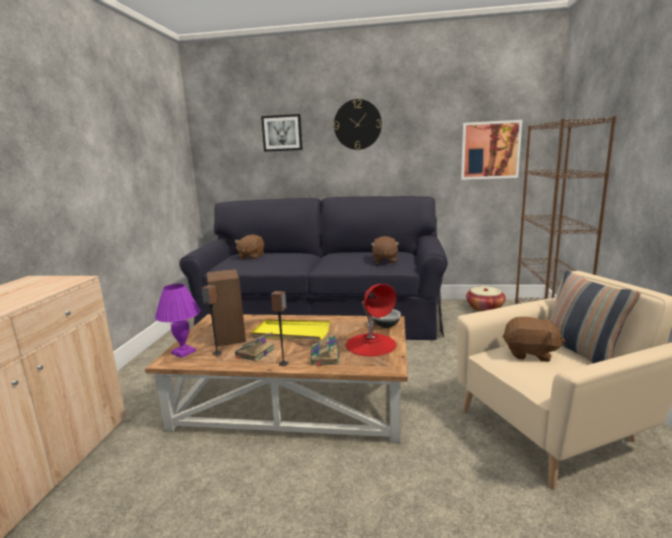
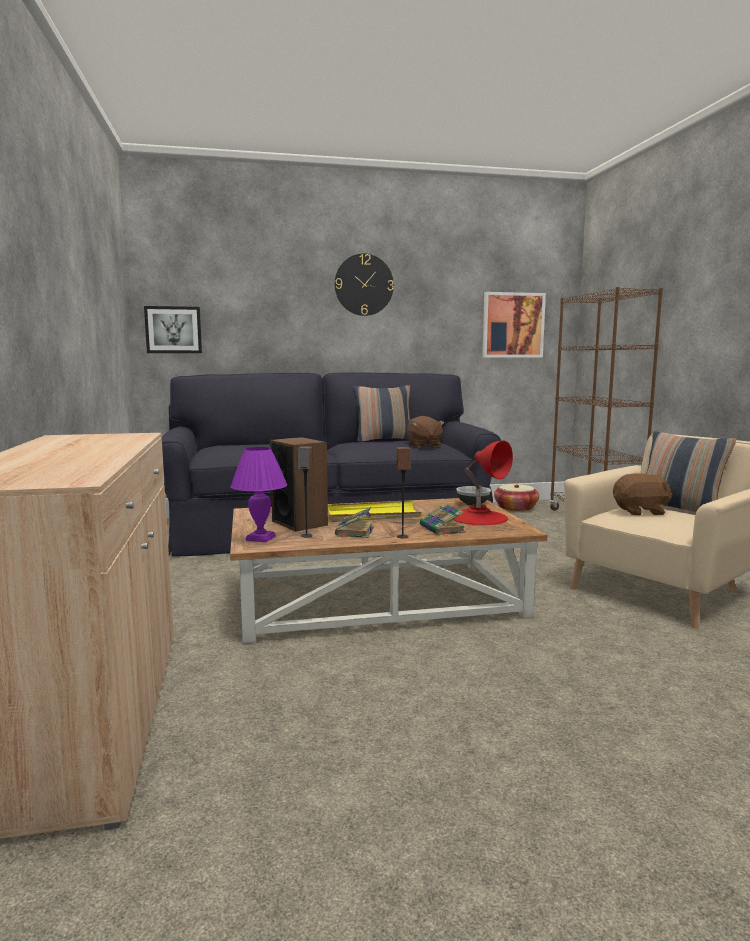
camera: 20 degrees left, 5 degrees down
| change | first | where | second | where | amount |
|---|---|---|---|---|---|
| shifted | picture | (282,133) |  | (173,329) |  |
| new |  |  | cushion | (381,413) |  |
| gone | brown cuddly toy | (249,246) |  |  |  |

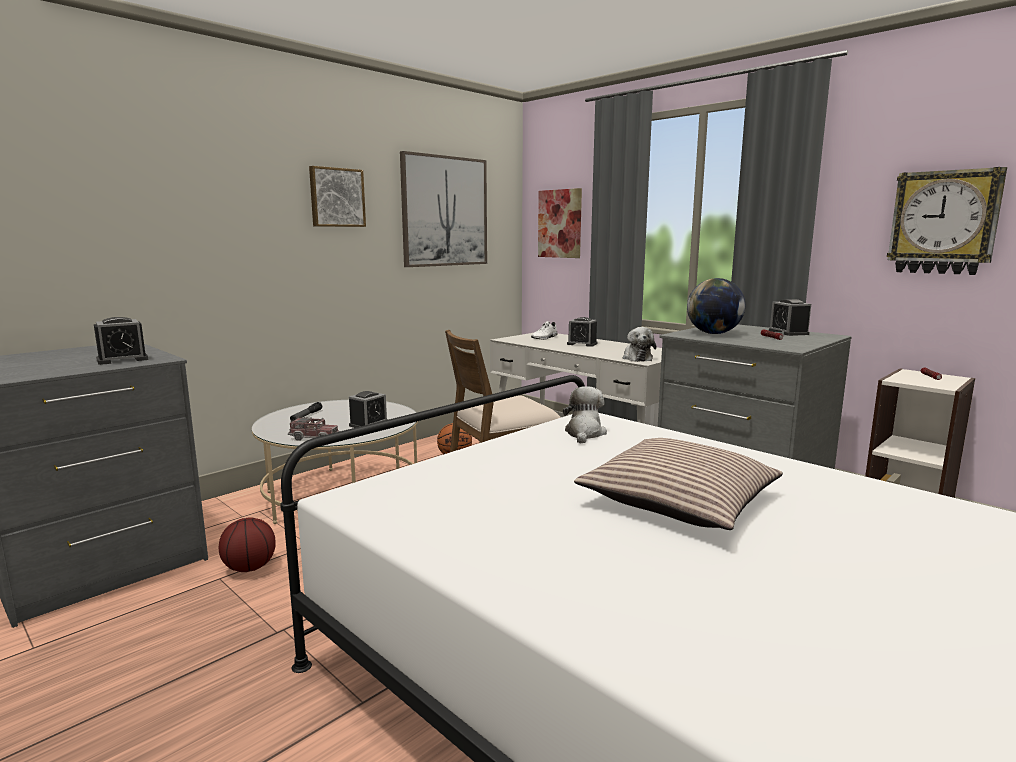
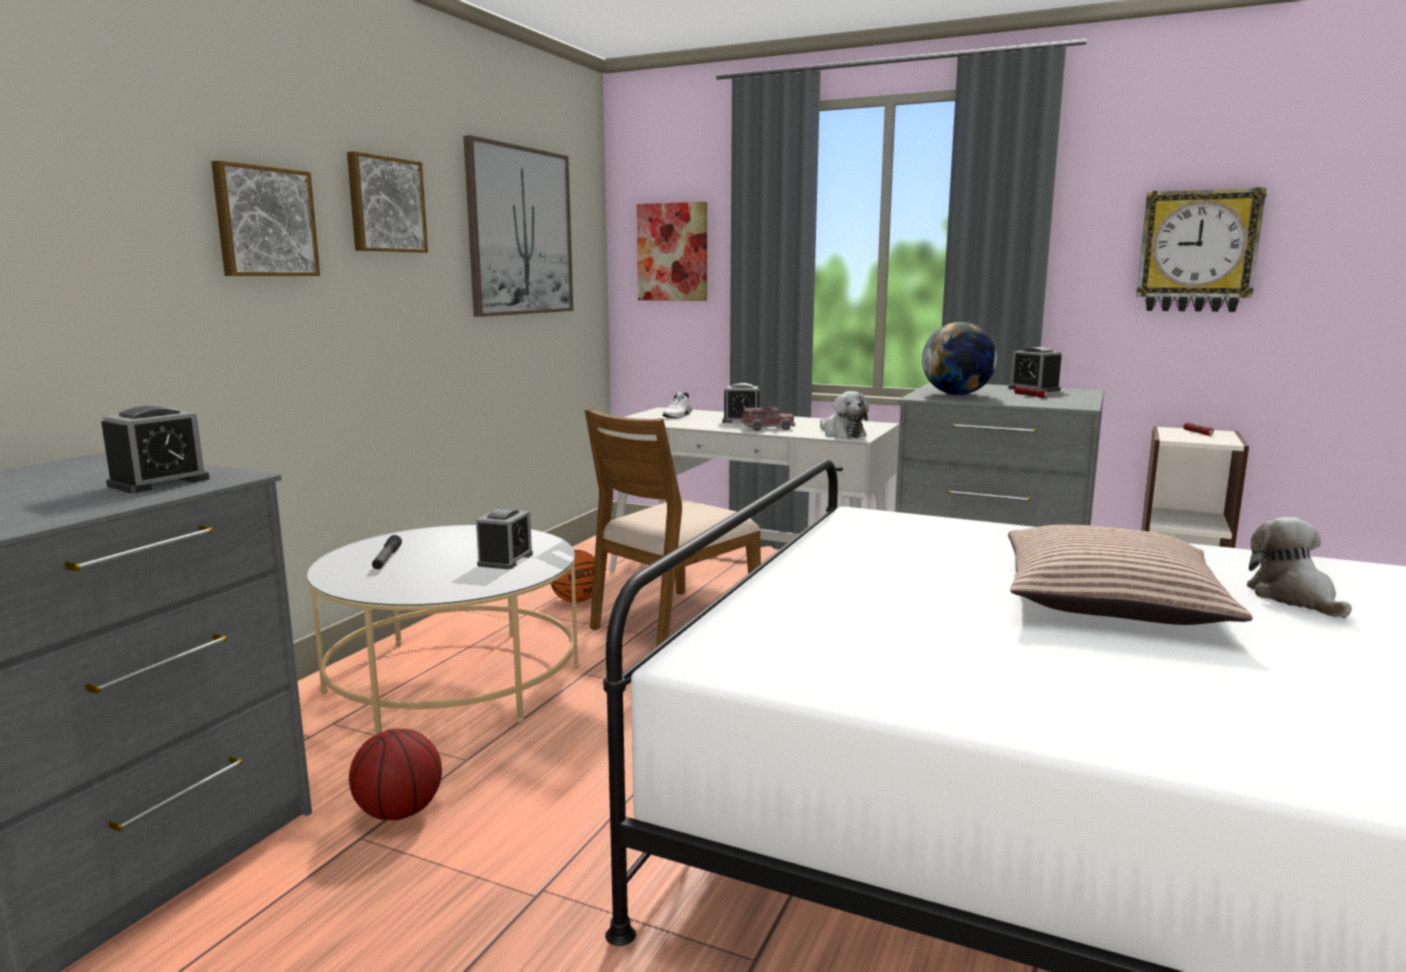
camera: 20 degrees left, 0 degrees up
| change | first | where | second | where | amount |
|---|---|---|---|---|---|
| new |  |  | picture | (265,218) |  |
| shifted | toy truck | (314,429) |  | (767,418) |  |
| shifted | cuddly toy | (585,415) |  | (1299,567) |  |

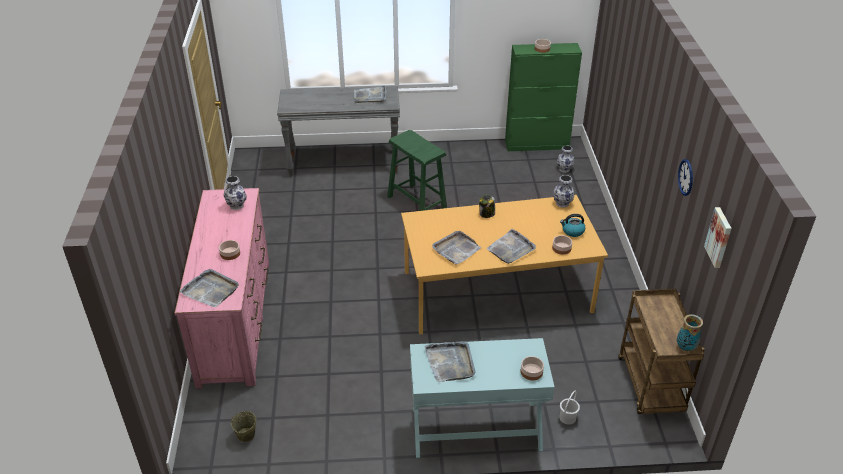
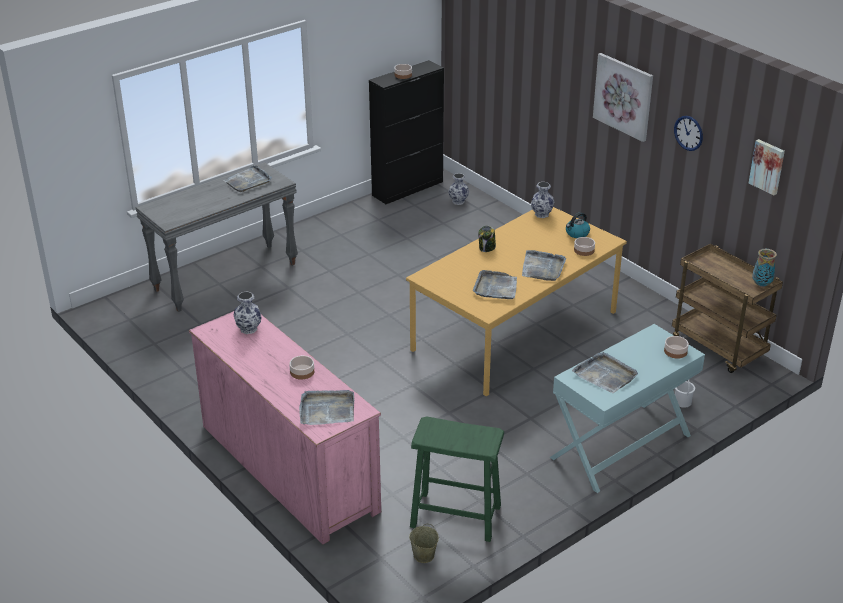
camera: 35 degrees left, 5 degrees down
| change | first | where | second | where | amount |
|---|---|---|---|---|---|
| repainted | green-coloured cupboard | (543,97) | blackish cupboard | (406,132) |  |
| shifted | green-coloured sitting stool | (417,170) |  | (457,479) |  |
| new |  |  | picture | (623,97) |  |

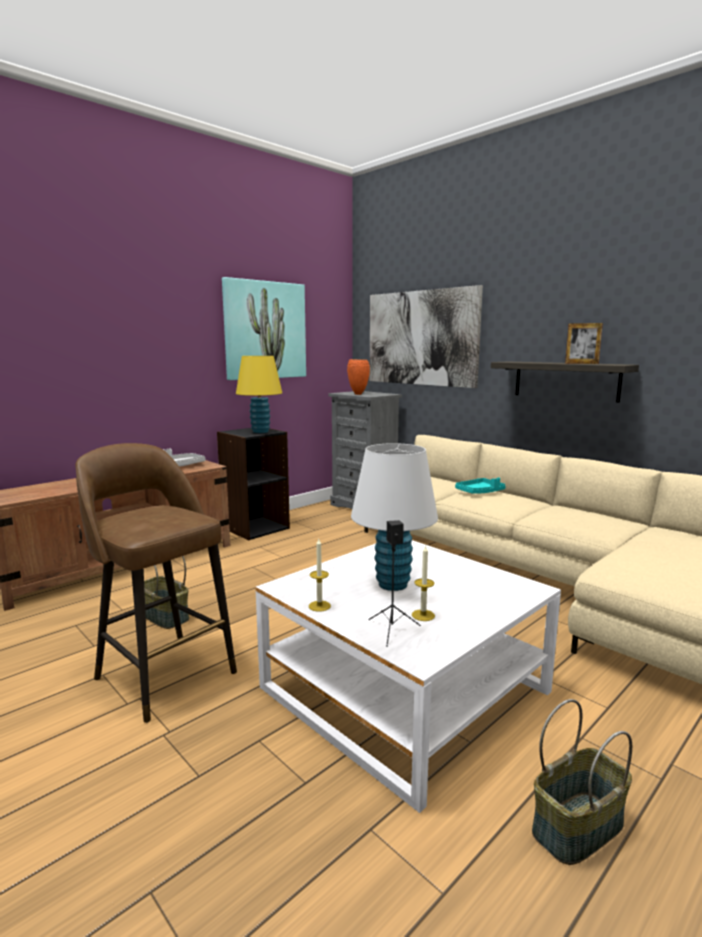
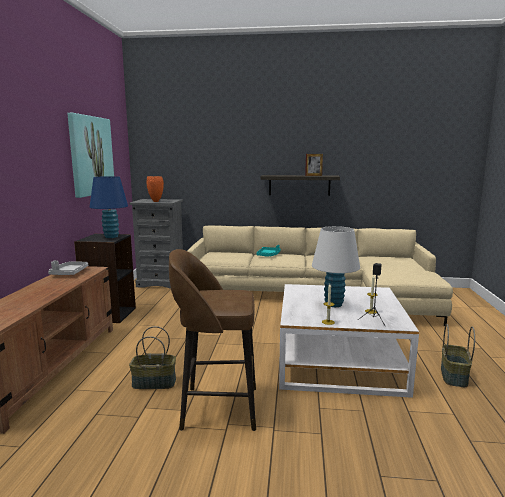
camera: 40 degrees left, 0 degrees up
| change | first | where | second | where | amount |
|---|---|---|---|---|---|
| repainted | yellow-coloured table lamp | (259,394) | blue table lamp | (108,207) |  |
| gone | picture | (426,336) |  |  |  |

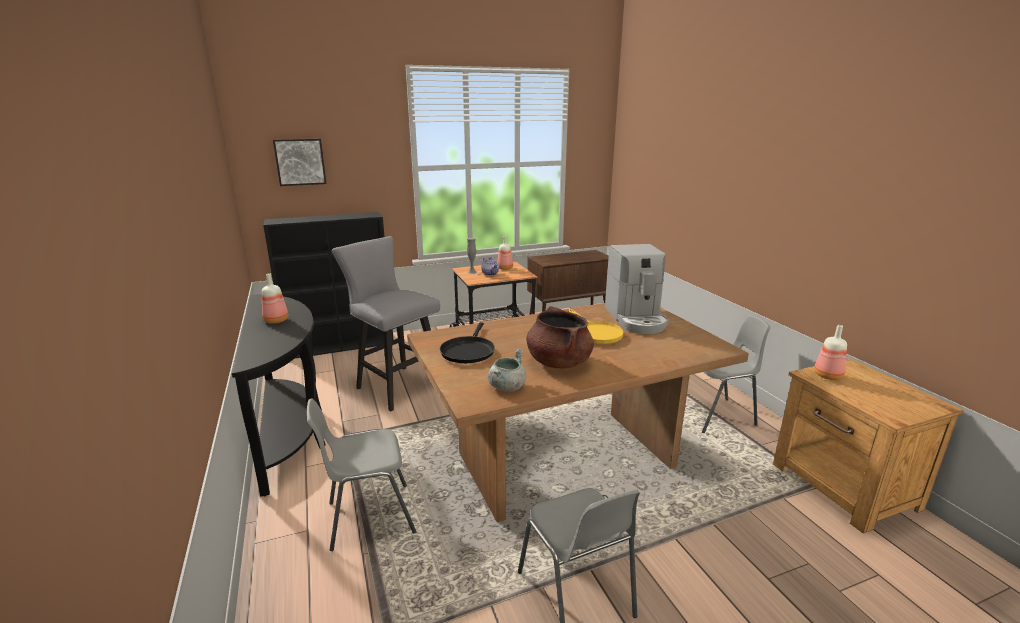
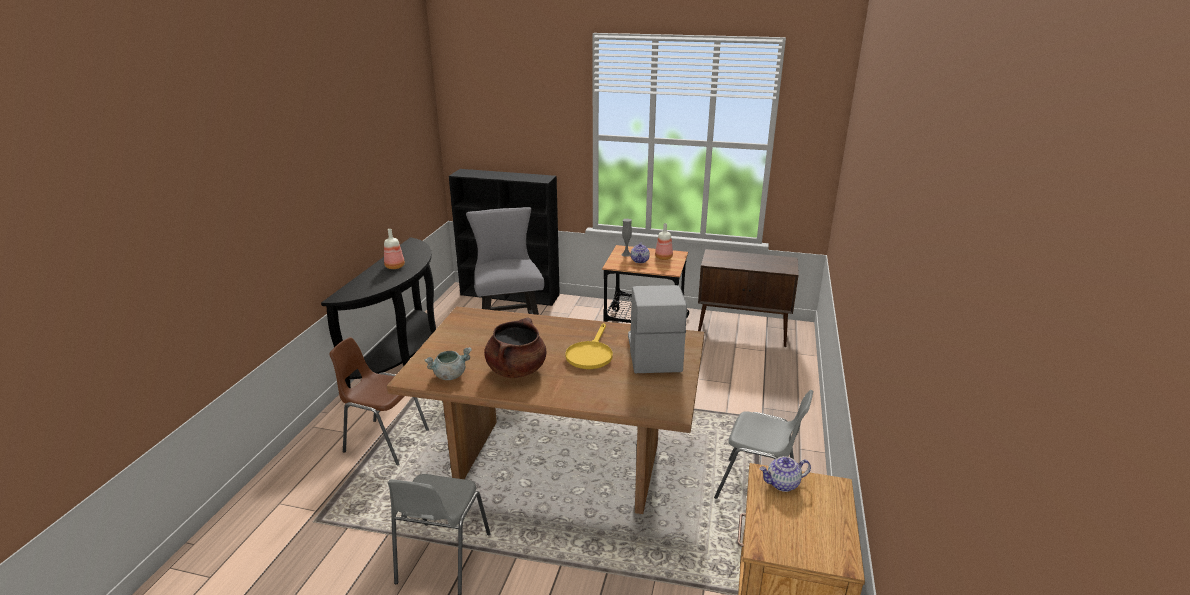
camera: 35 degrees right, 5 degrees up
| change | first | where | second | where | amount |
|---|---|---|---|---|---|
| repainted | gray plain chair | (362,474) | brown plain chair | (379,401) |  |
| rotated | coffee machine | (637,289) |  | (657,329) | 150 degrees clockwise |
| swapped | drink bottle | (830,352) | teapot | (785,474) |  |
| gone | picture | (299,162) |  |  |  |
| gone | blackish skillet | (467,342) |  |  |  |

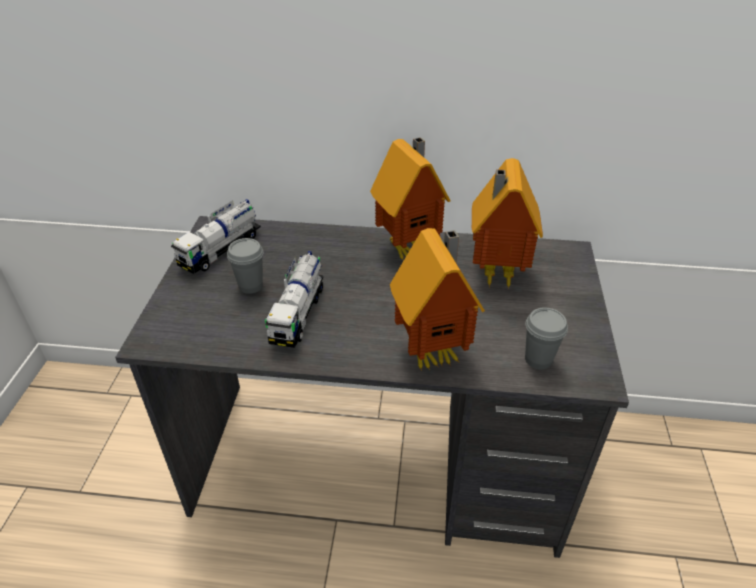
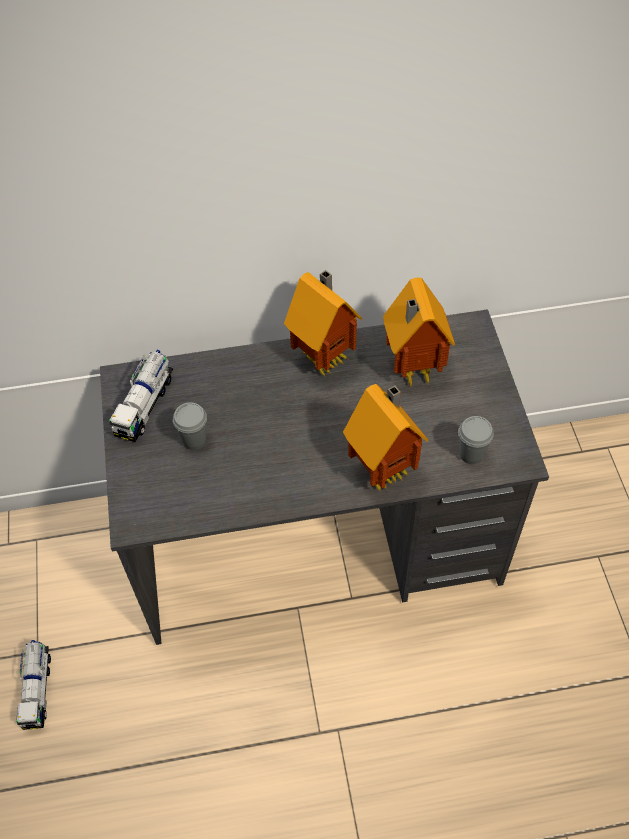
camera: 15 degrees left, 15 degrees up
| change | first | where | second | where | amount |
|---|---|---|---|---|---|
| shifted | toy truck | (294,299) |  | (33,685) |  |

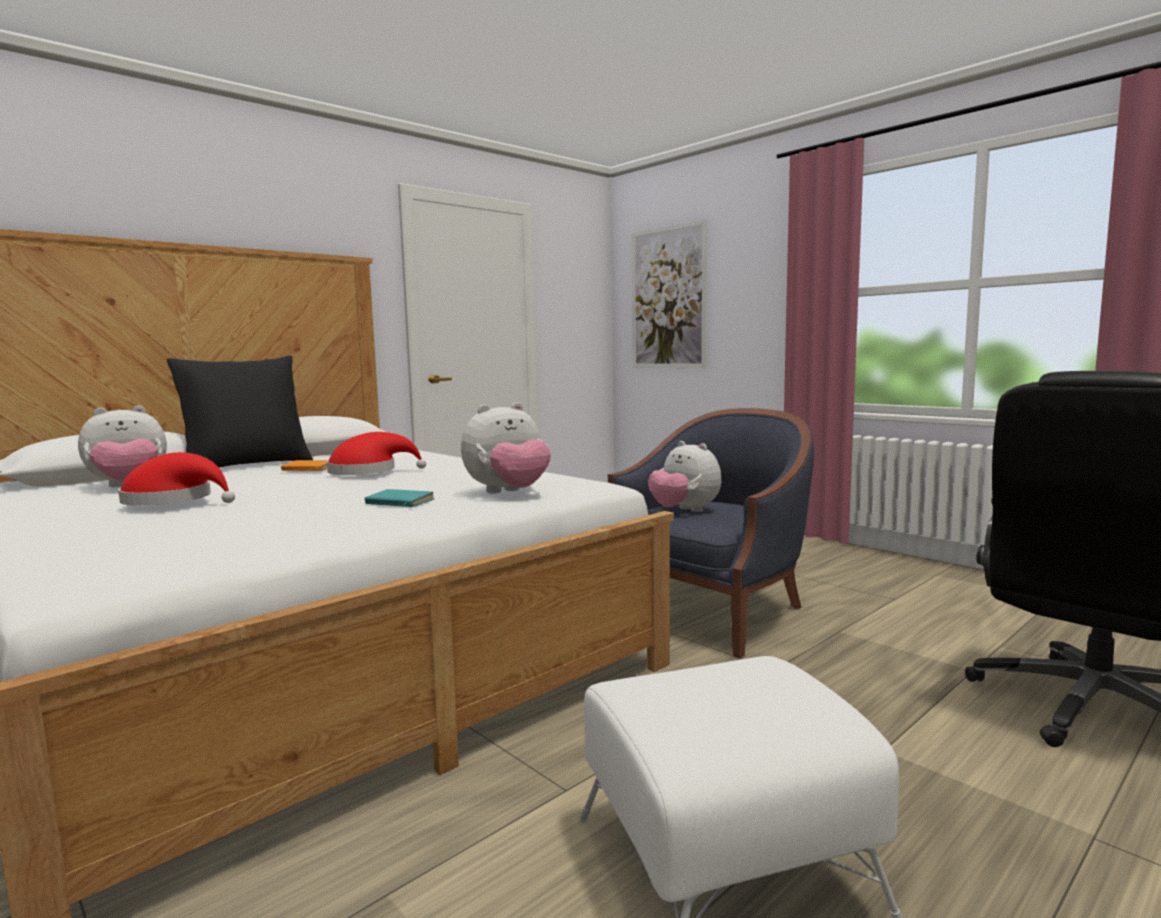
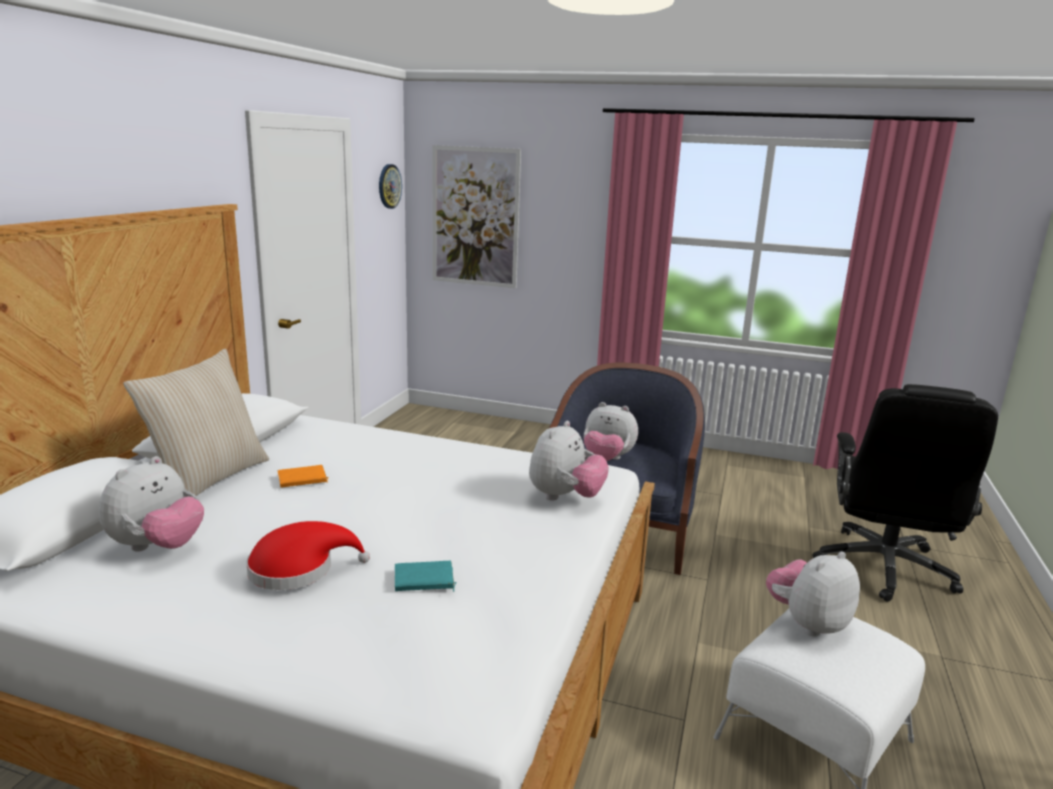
camera: 30 degrees left, 10 degrees up
| change | first | where | second | where | amount |
|---|---|---|---|---|---|
| repainted | blackish cushion | (240,411) | beige cushion | (196,422) |  |
| new |  |  | clock on the wall | (390,186) |  |
| shifted | turquoise book | (400,498) |  | (425,576) |  |
| new |  |  | cuddly toy | (813,594) |  |
| gone | red-coloured wearable hat | (376,453) |  |  |  |

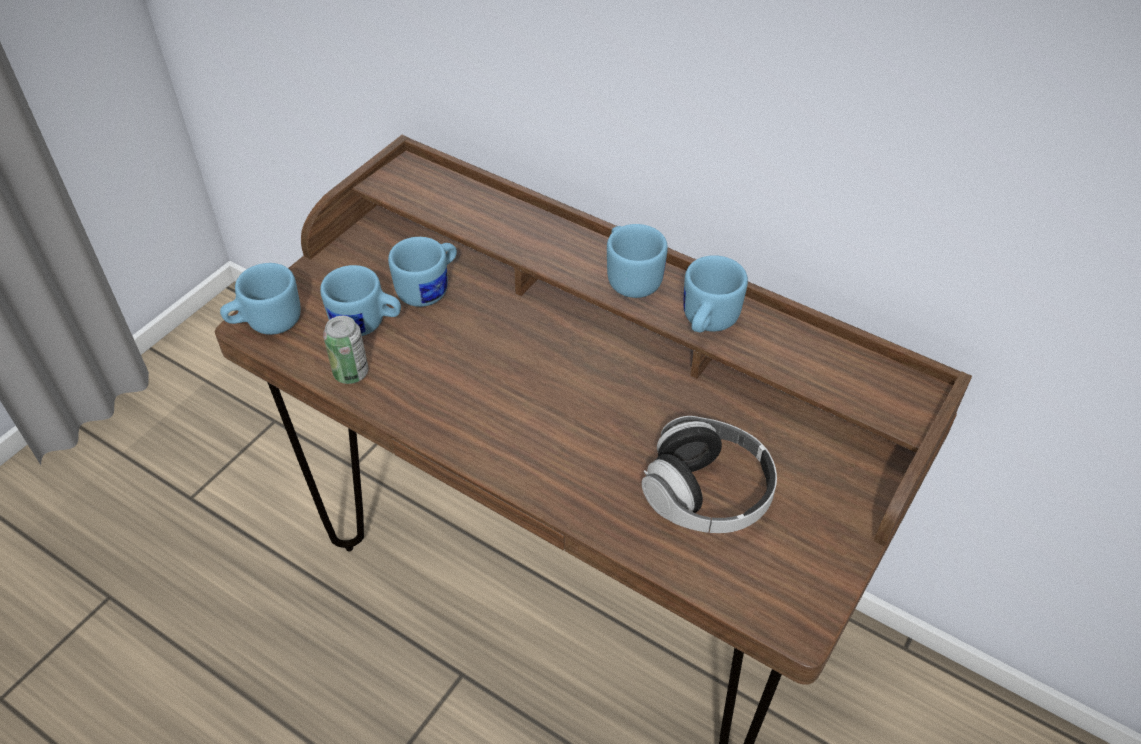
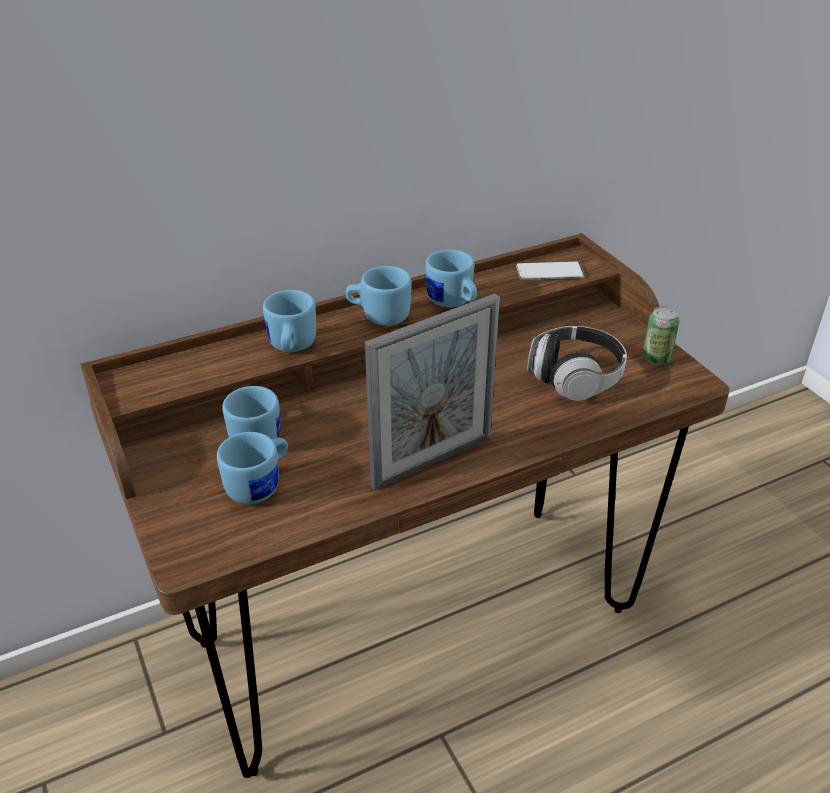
camera: 60 degrees left, 10 degrees down
| change | first | where | second | where | amount |
|---|---|---|---|---|---|
| shifted | blue mug | (260,299) |  | (289,321) |  |
| new |  |  | standing frame | (432,391) |  |
| new |  |  | telephone | (550,270) |  |
| shifted | sealed can | (346,350) |  | (661,335) |  |

